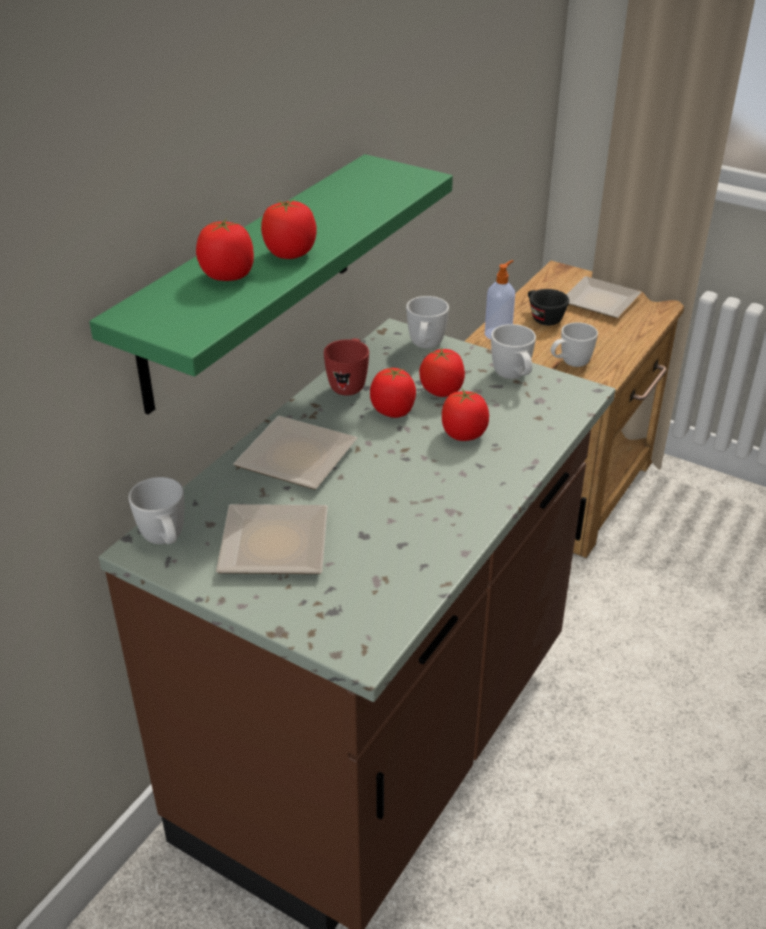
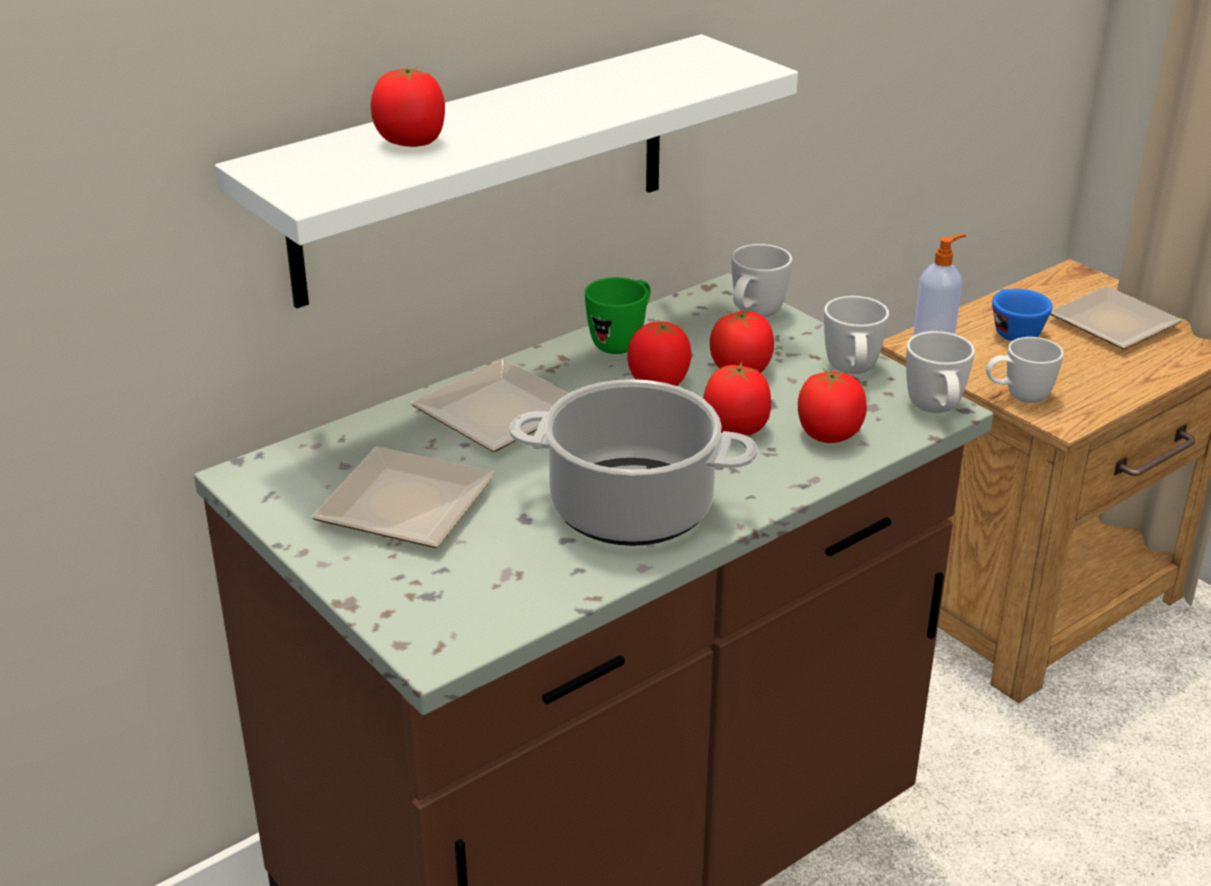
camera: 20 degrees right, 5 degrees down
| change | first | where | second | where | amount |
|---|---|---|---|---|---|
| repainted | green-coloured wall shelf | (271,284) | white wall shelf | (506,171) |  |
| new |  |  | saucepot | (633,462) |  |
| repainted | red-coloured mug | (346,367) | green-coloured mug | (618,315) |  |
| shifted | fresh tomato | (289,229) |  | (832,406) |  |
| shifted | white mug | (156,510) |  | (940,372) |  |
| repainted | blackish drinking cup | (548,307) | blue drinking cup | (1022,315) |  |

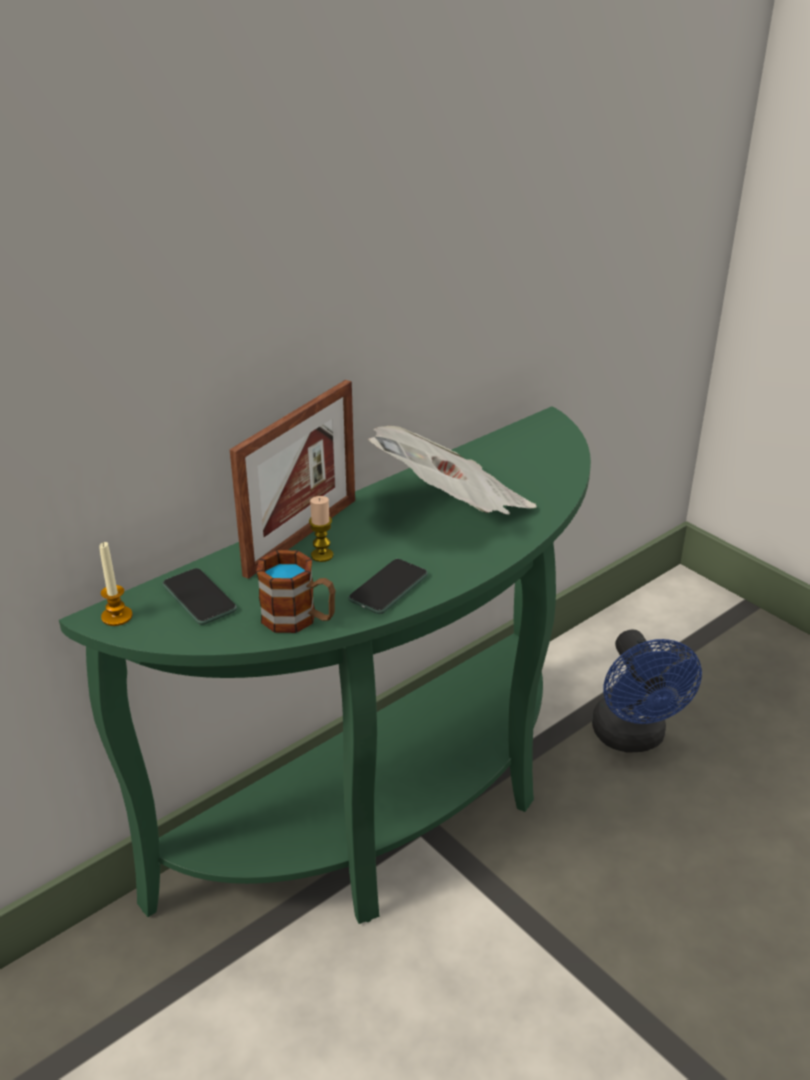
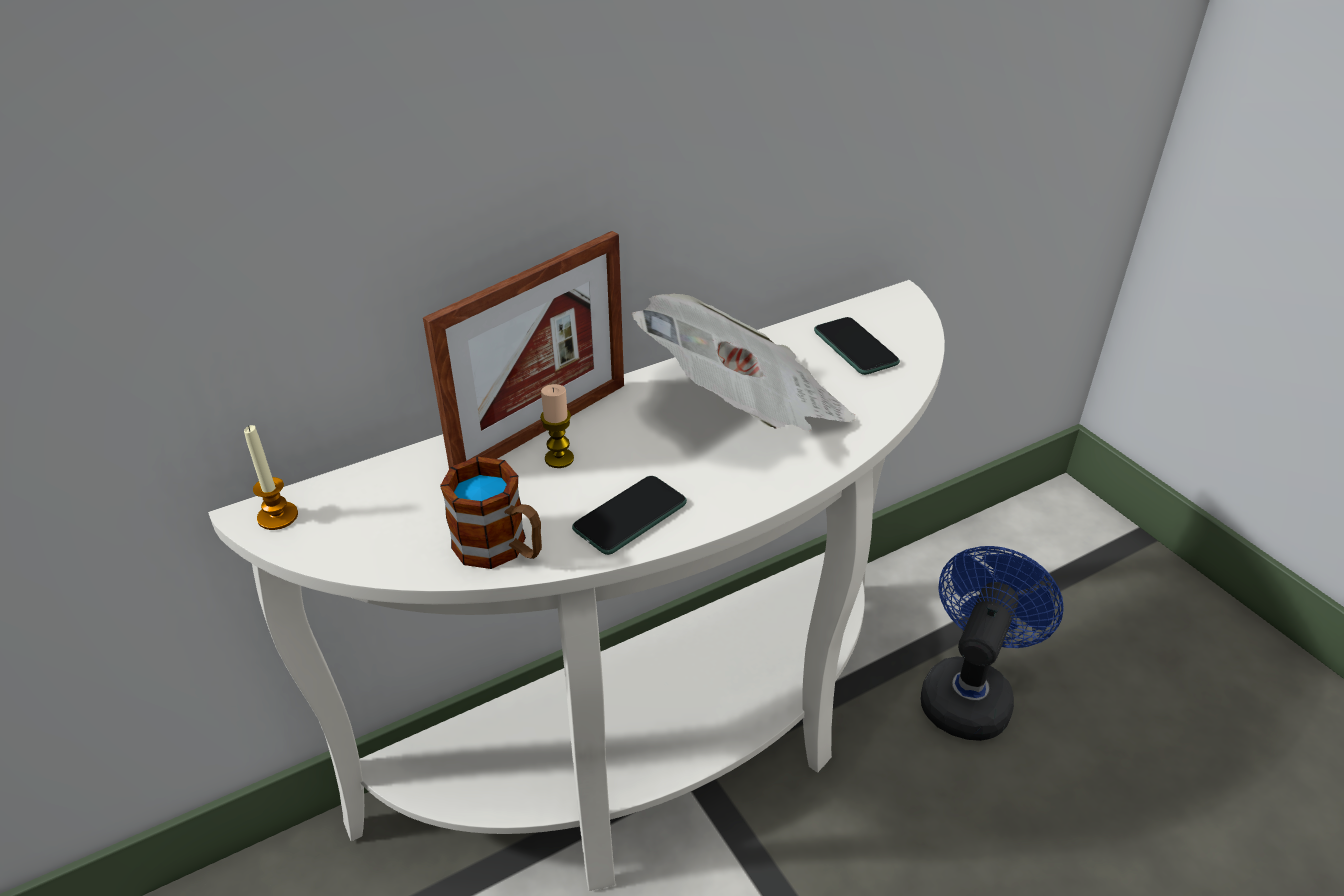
camera: 10 degrees right, 5 degrees up
| change | first | where | second | where | amount |
|---|---|---|---|---|---|
| repainted | green-coloured console table | (325,665) | white console table | (576,585) |  |
| shifted | telephone | (199,596) |  | (857,346) |  |
| rotated | blue cooling fan | (647,691) |  | (991,643) | 150 degrees counterclockwise |

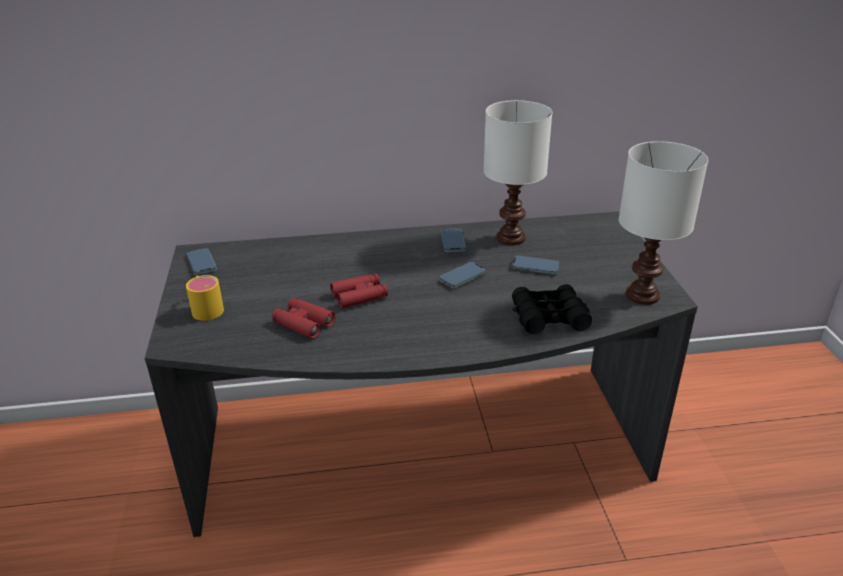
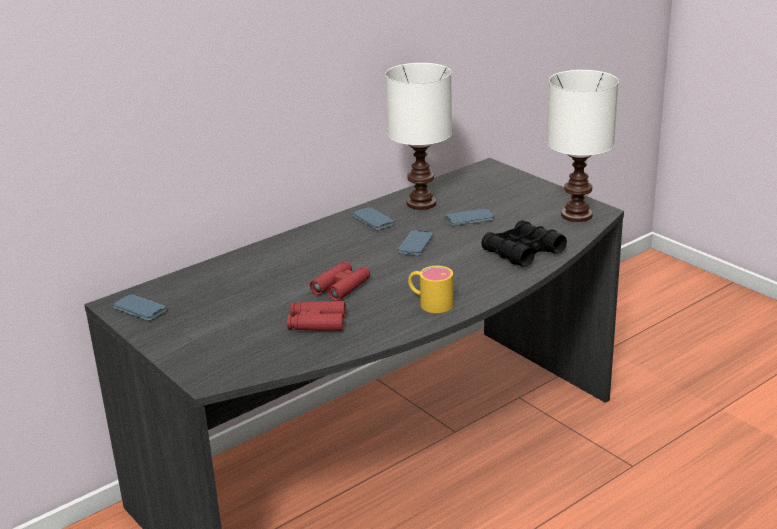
camera: 30 degrees left, 5 degrees down
| change | first | where | second | where | amount |
|---|---|---|---|---|---|
| shifted | yellow-coloured mug | (205,298) |  | (430,289) |  |

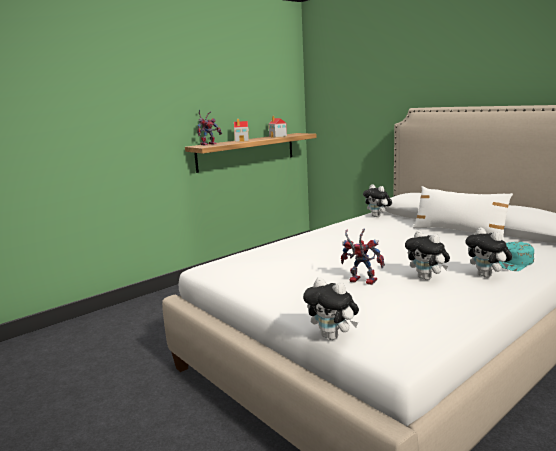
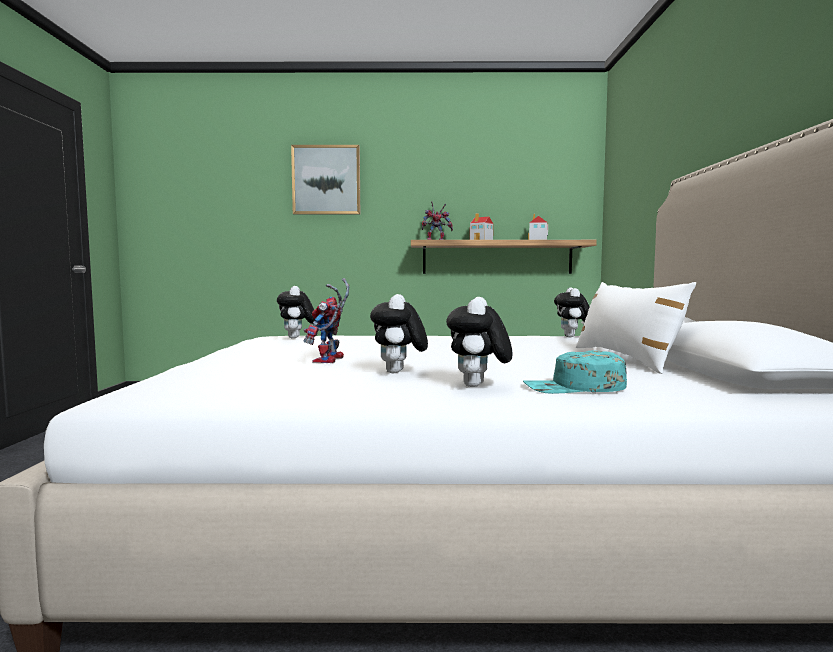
camera: 40 degrees right, 10 degrees down
| change | first | where | second | where | amount |
|---|---|---|---|---|---|
| shifted | cuddly toy | (331,308) |  | (296,312) |  |
| new |  |  | picture | (325,180) |  |
| rotated | model robot | (363,257) |  | (326,320) | 150 degrees counterclockwise |

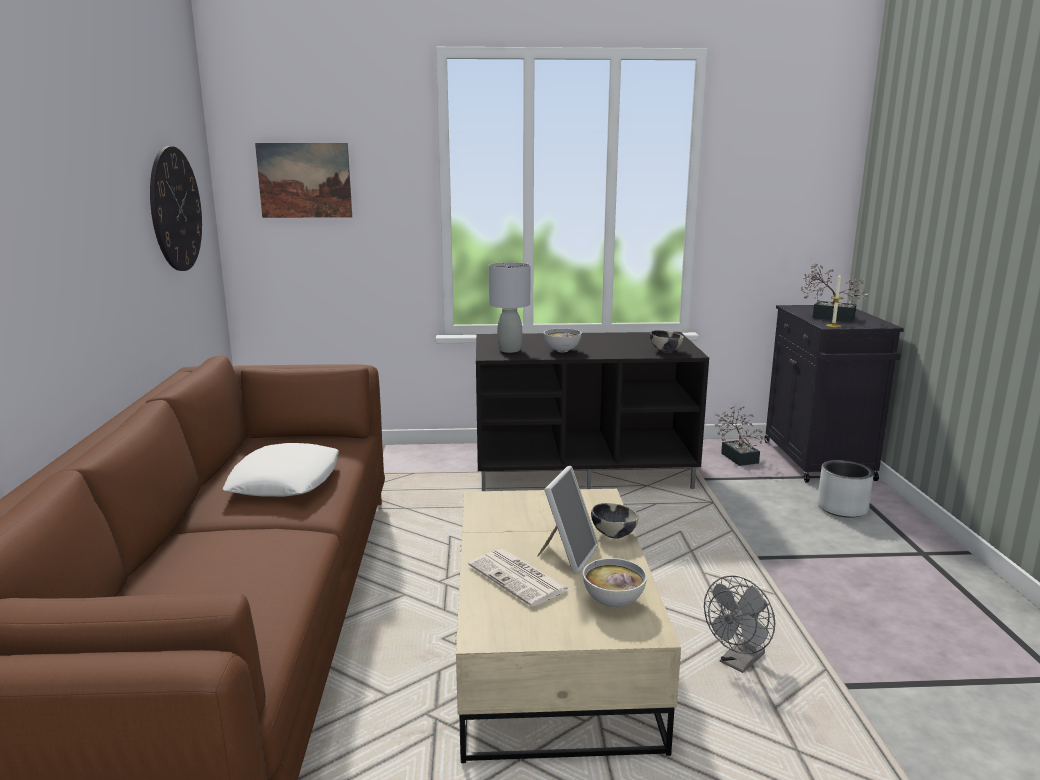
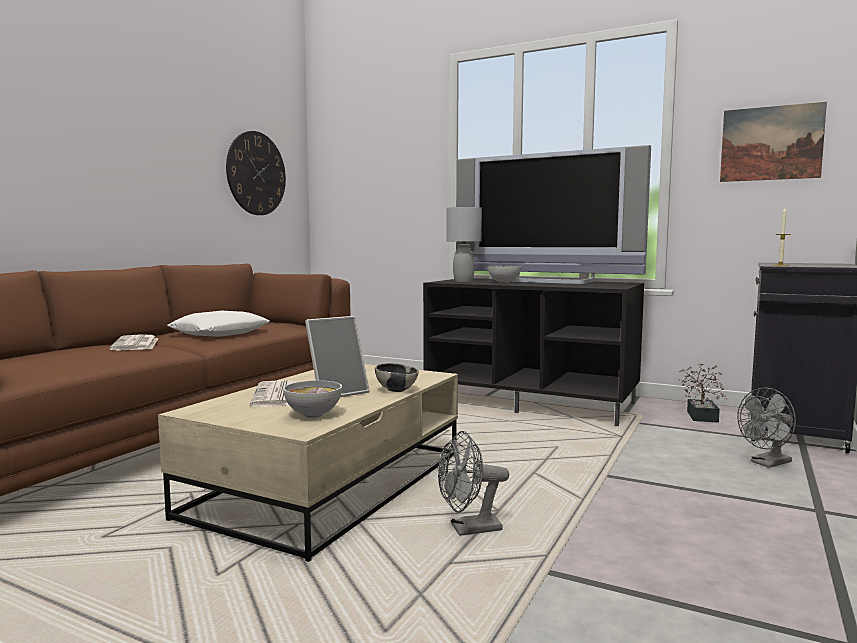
camera: 30 degrees right, 10 degrees down
| change | first | where | second | where | amount |
|---|---|---|---|---|---|
| new |  |  | newspaper | (134,342) |  |
| new |  |  | television | (553,214) |  |
| shifted | picture | (303,180) |  | (773,142) |  |
| swapped | gray flower pot | (845,489) | gray cooling fan | (766,428) |  |
| gone | deep dish | (667,341) |  |  |  |
| gone | potted plant | (835,292) |  |  |  |

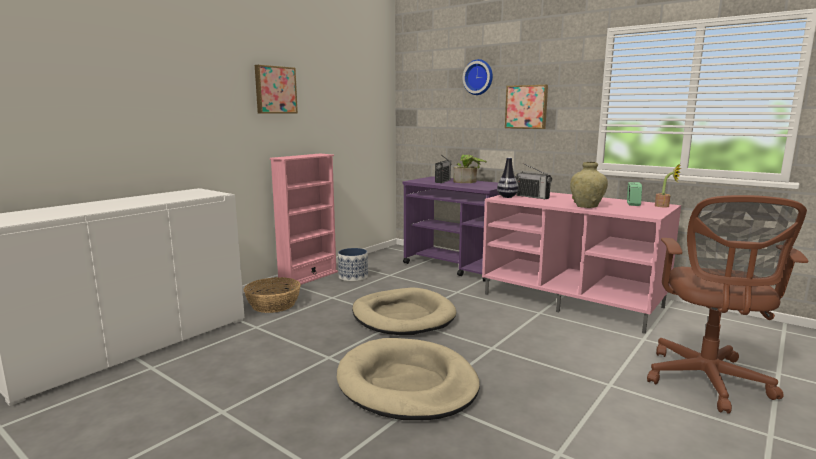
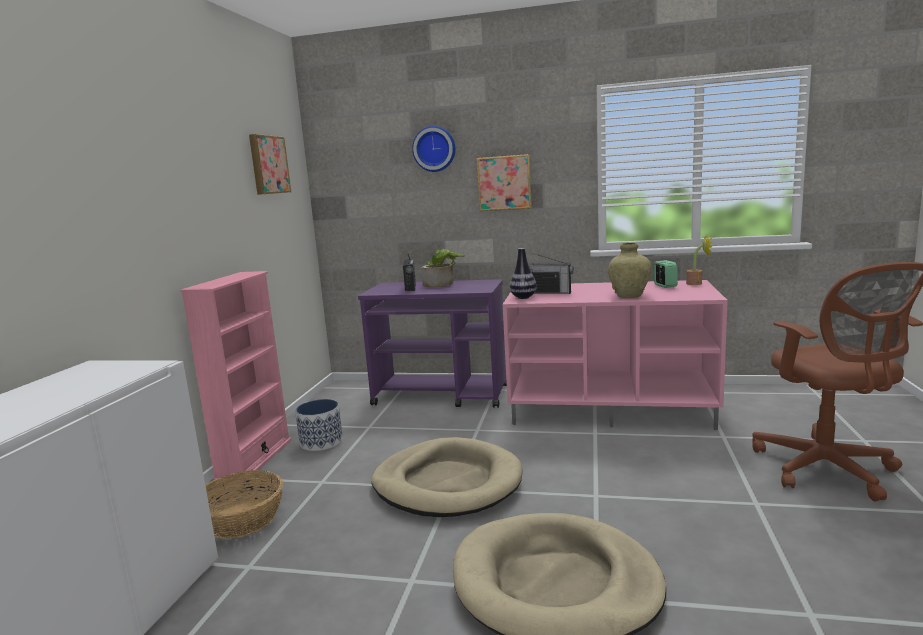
camera: 25 degrees left, 0 degrees up
| change | first | where | second | where | amount |
|---|---|---|---|---|---|
| shifted | picture | (276,89) |  | (270,164) |  |

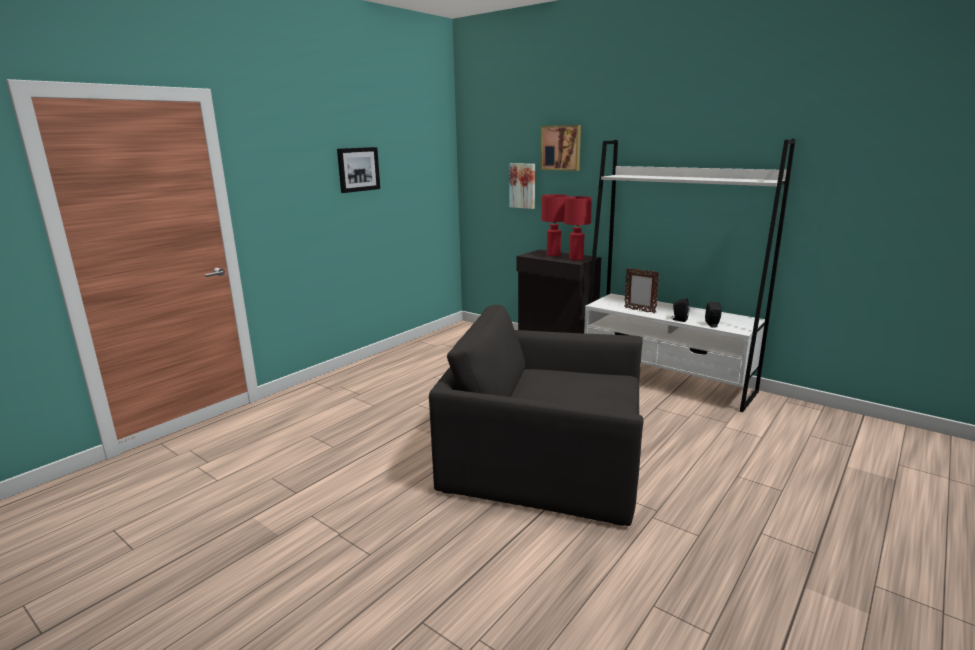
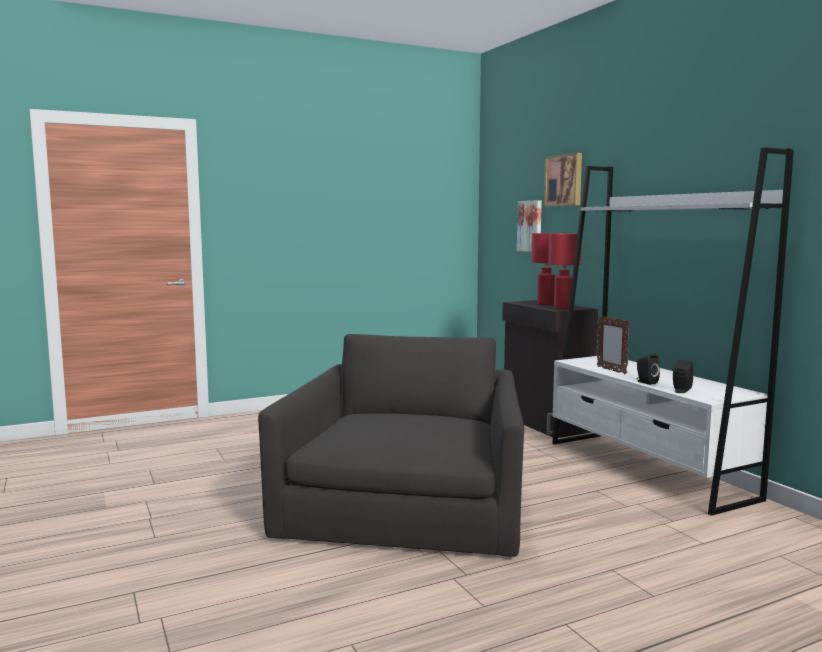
camera: 25 degrees right, 10 degrees down
| change | first | where | second | where | amount |
|---|---|---|---|---|---|
| rotated | blackish easy chair | (536,415) |  | (391,445) | 60 degrees clockwise |
| gone | picture | (358,170) |  |  |  |

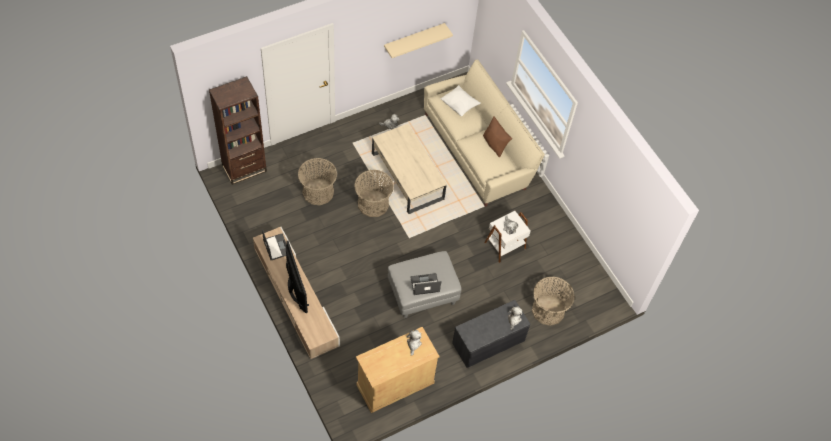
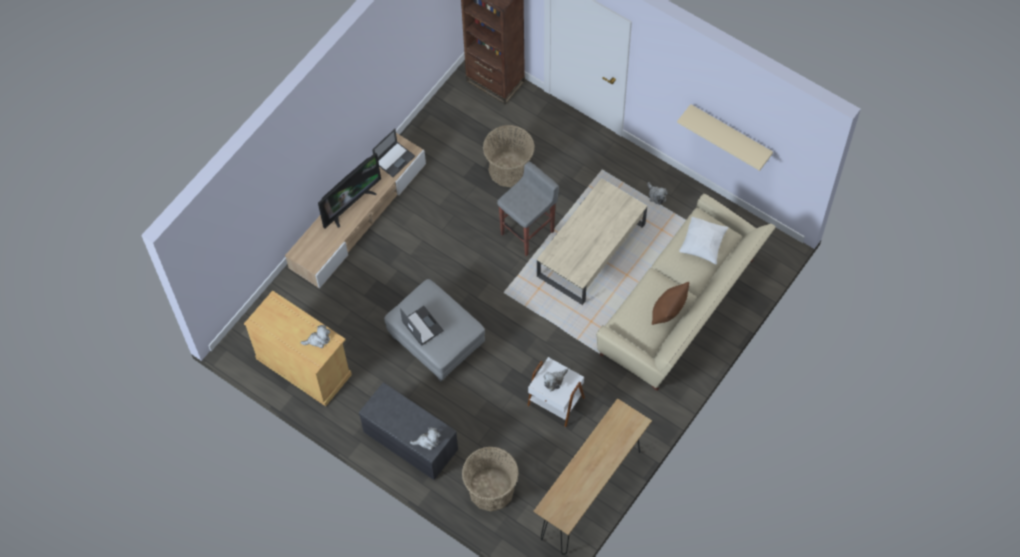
camera: 70 degrees right, 5 degrees up
| change | first | where | second | where | amount |
|---|---|---|---|---|---|
| swapped | basket | (374,193) | gray sitting stool | (528,209) |  |
| new |  |  | brown console table | (593,476) |  |

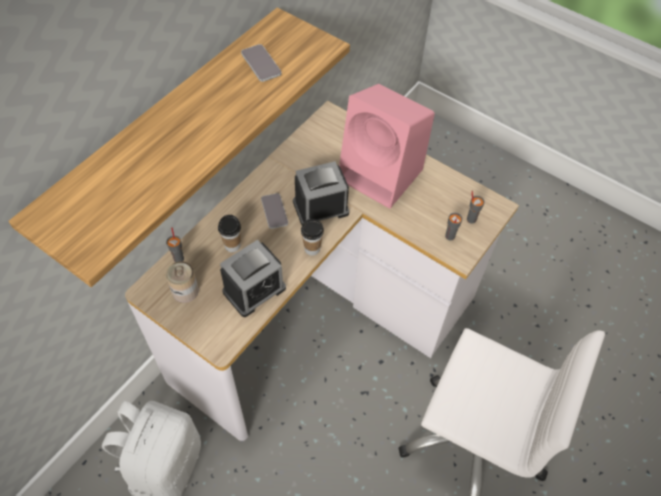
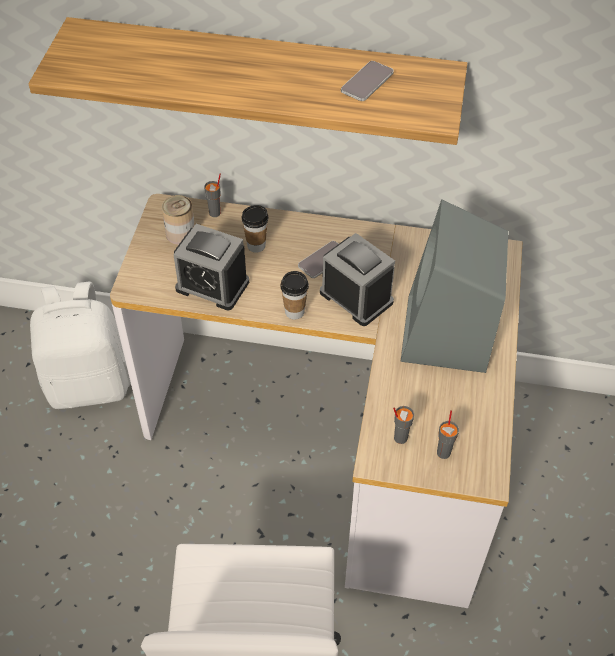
camera: 65 degrees right, 5 degrees down
| change | first | where | second | where | amount |
|---|---|---|---|---|---|
| repainted | pink-coloured speaker | (387,146) | gray speaker | (454,286) |  |

